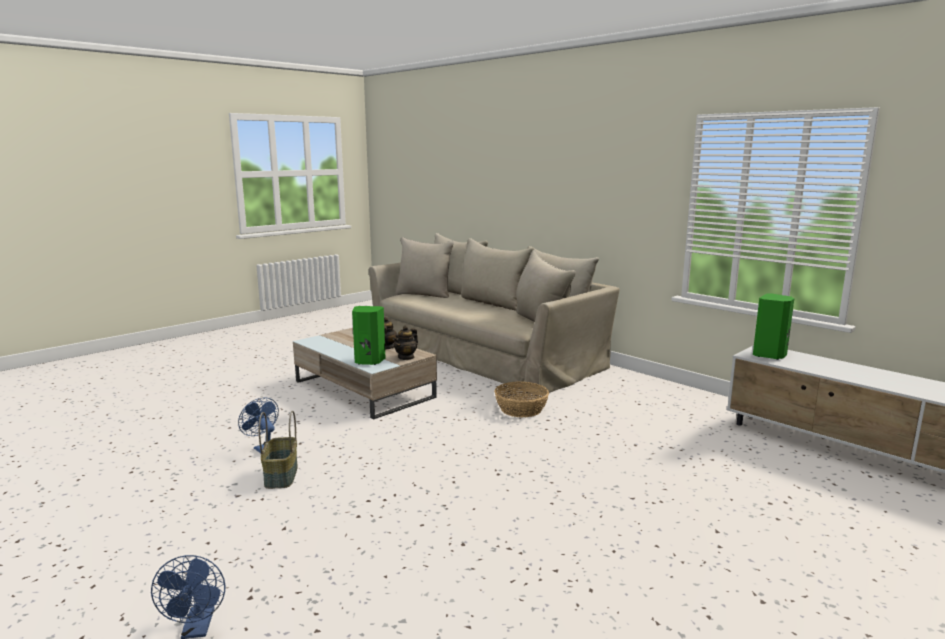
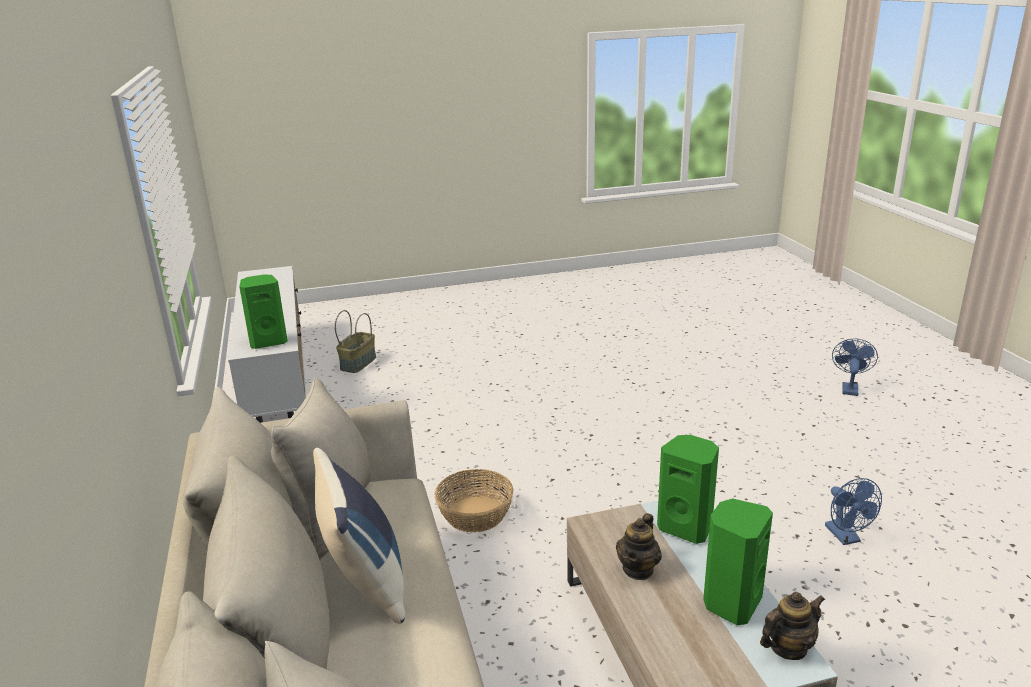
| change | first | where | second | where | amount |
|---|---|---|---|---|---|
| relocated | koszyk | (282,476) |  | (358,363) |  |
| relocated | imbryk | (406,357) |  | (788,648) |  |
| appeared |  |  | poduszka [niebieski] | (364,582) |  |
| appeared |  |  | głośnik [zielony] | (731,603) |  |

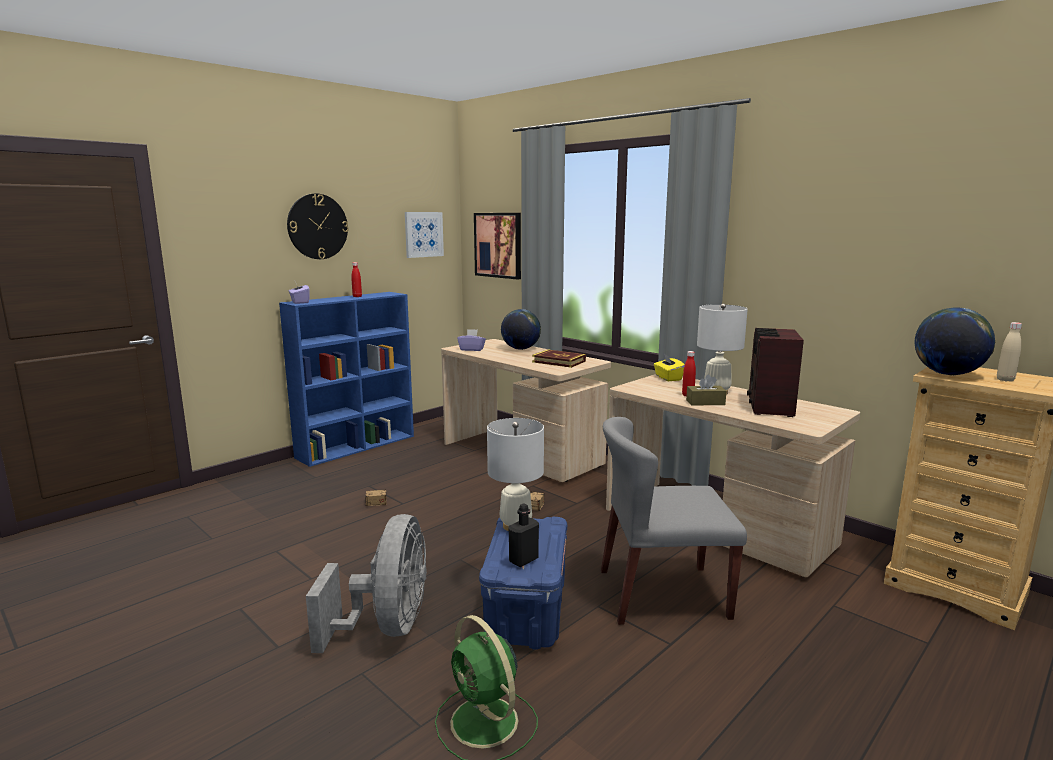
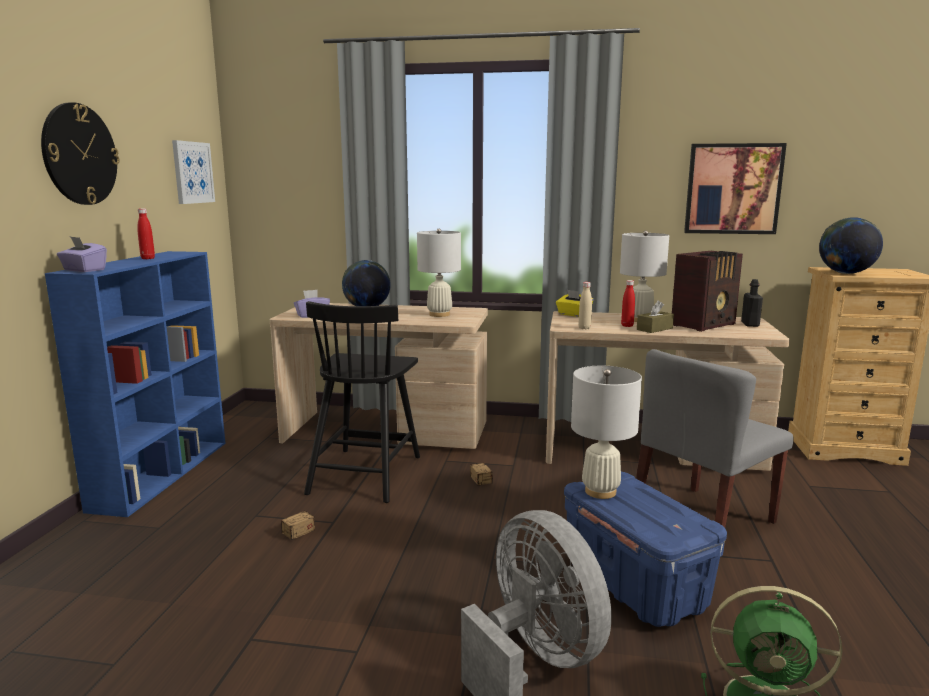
| change | first | where | second | where | amount |
|---|---|---|---|---|---|
| relocated | obraz | (498,245) |  | (733,189) |  |
| relocated | butelka [czarny] | (523,560) |  | (750,324) |  |
| exchanged | książka | (559,361) | lampa stołowa [biały] | (439,314) |  |
| spun | radio | (769,407) |  | (705,325) | 105 degrees counterclockwise |
| relocated | butelka [beżowy] | (1005,380) |  | (584,328) |  |
| appeared |  |  | krzesło [czarny] | (365,473) |  |

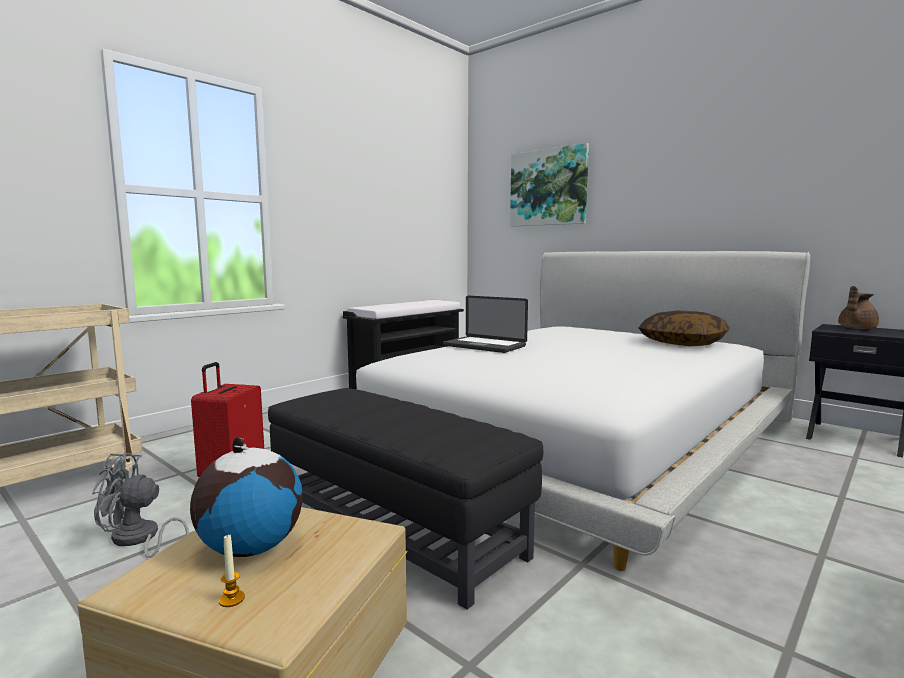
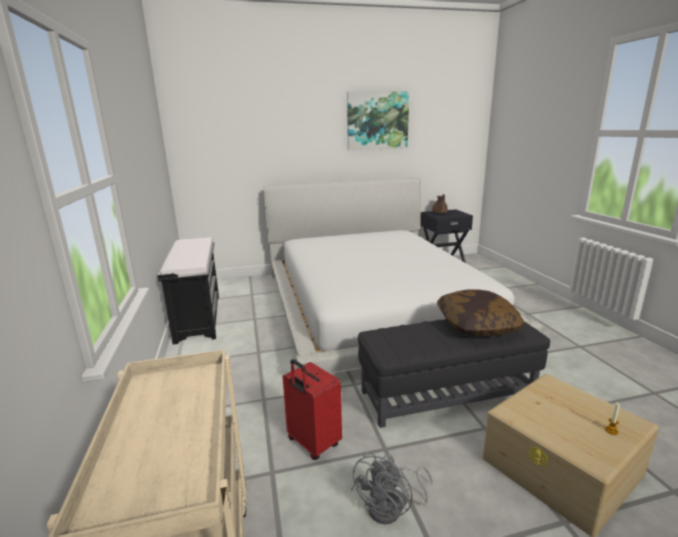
| change | first | where | second | where | amount |
|---|---|---|---|---|---|
| missing | globus | (250,548) |  |  |  |
| missing | laptop | (484,346) |  |  |  |
| relocated | obraz | (548,187) |  | (377,121) |  |
| relocated | poduszka | (682,343) |  | (476,325) |  |

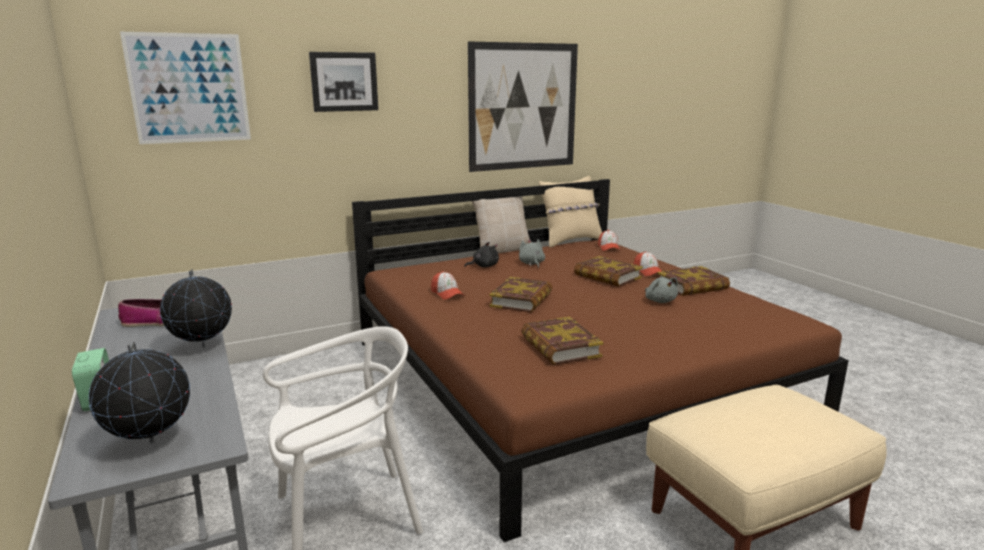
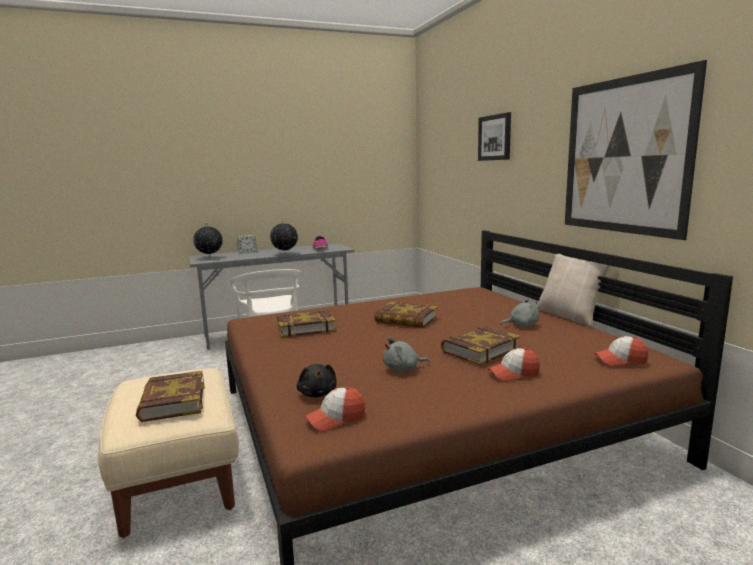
| change | first | where | second | where | amount |
|---|---|---|---|---|---|
| missing | obraz | (189,88) |  |  |  |
| relocated | czapka z daszkiem | (447,294) |  | (336,419) |  |
| relocated | pluszak [czarny] | (484,266) |  | (317,393) |  |
| missing | poduszka [beżowy] | (570,241) |  |  |  |
| relocated | książka | (692,286) |  | (172,402) |  |

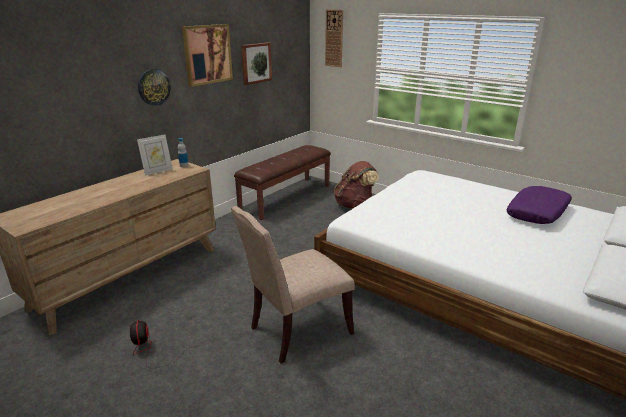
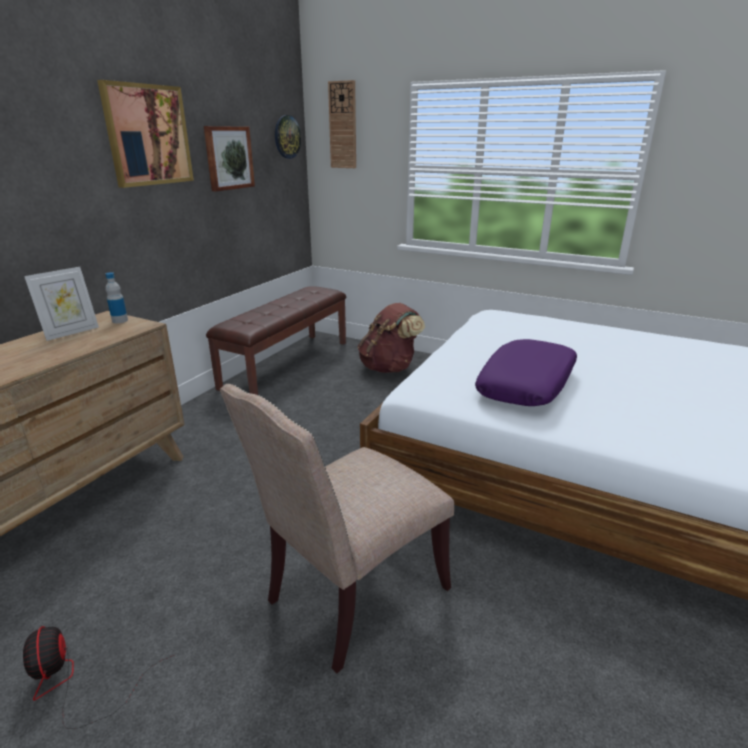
| change | first | where | second | where | amount |
|---|---|---|---|---|---|
| relocated | zegar ścienny | (153,87) |  | (287,137) |  |
| relocated | poduszka [fioletowy] | (538,213) |  | (527,384) |  |

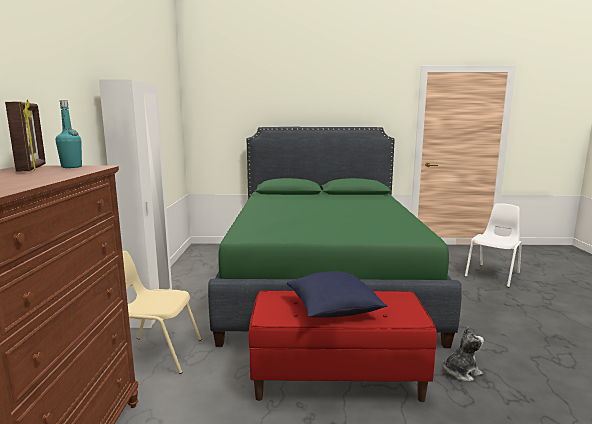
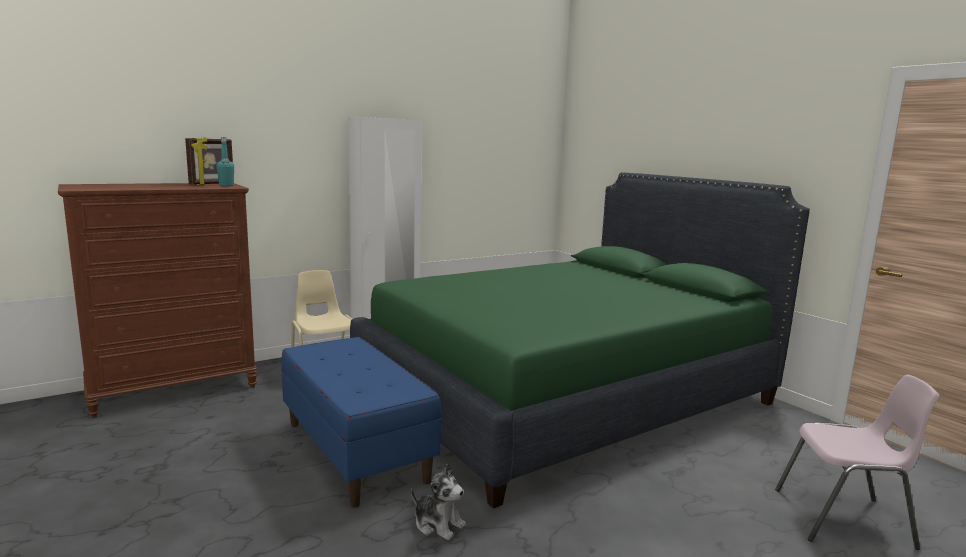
| change | first | where | second | where | amount |
|---|---|---|---|---|---|
| colour | ławka [czerwony] | (337,378) | ławka [niebieski] | (356,451) |  |
| missing | poduszka [niebieski] | (333,310) |  |  |  |
| colour | krzesło [biały] | (493,275) | krzesło [różowy] | (845,519) |  |

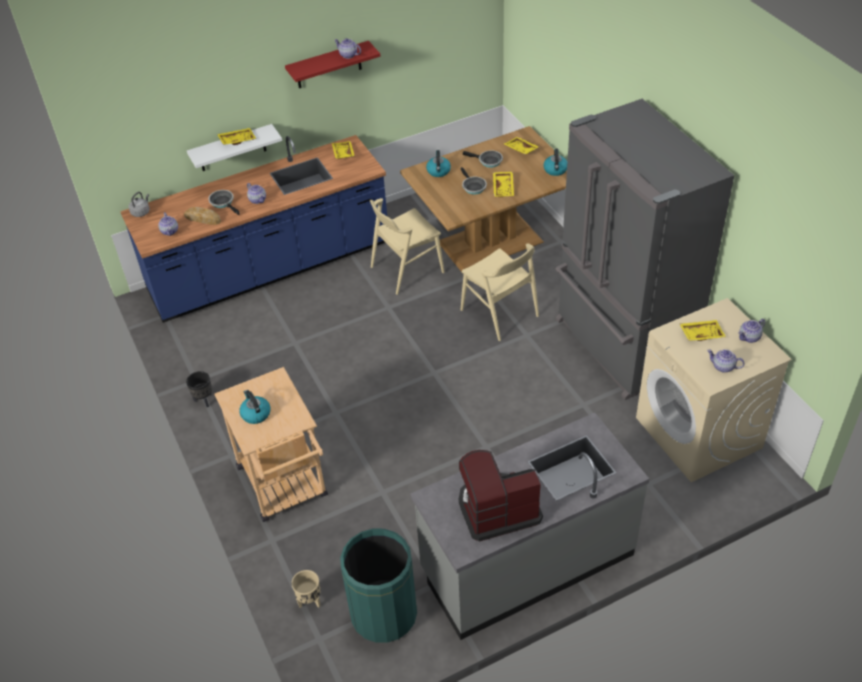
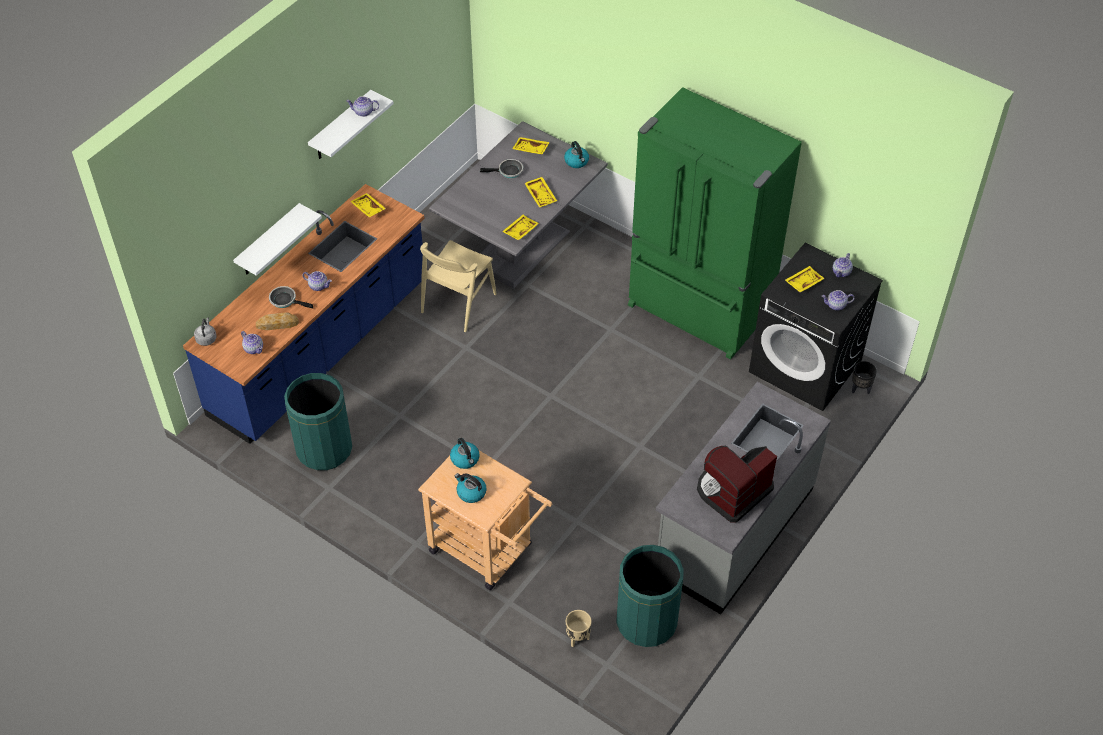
| change | first | where | second | where | amount |
|---|---|---|---|---|---|
| relocated | donica [czarny] | (204,401) |  | (860,389) |  |
| relocated | taca [żółty] | (237,140) |  | (520,230) |  |
| colour | półka [czerwony] | (328,65) | półka [biały] | (341,127) |  |
| colour | stół jadalny [brązowy] | (491,242) | stół jadalny [szary] | (521,248) |  |
| relocated | czajnik | (438,171) |  | (465,459) |  |
| missing | patelnia | (473,187) |  |  |  |
| missing | krzesło [beżowy] | (499,313) |  |  |  |
| colour | lodówka [szary] | (620,346) | lodówka [zielony] | (698,310) |  |
| colour | pralka [beżowy] | (699,433) | pralka [czarny] | (806,366) |  |
| appeared |  |  | kosz na śmieci [zielony] | (324,449) |  |

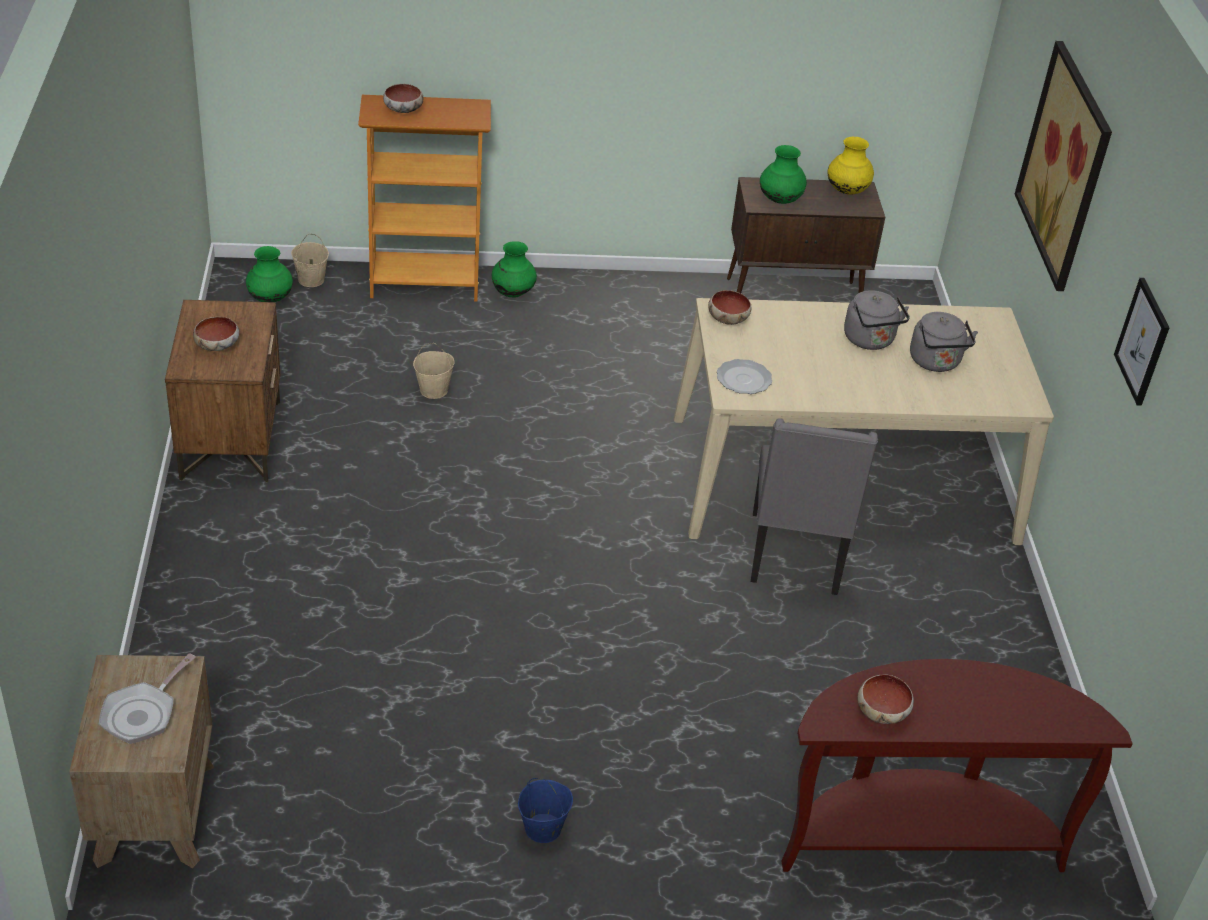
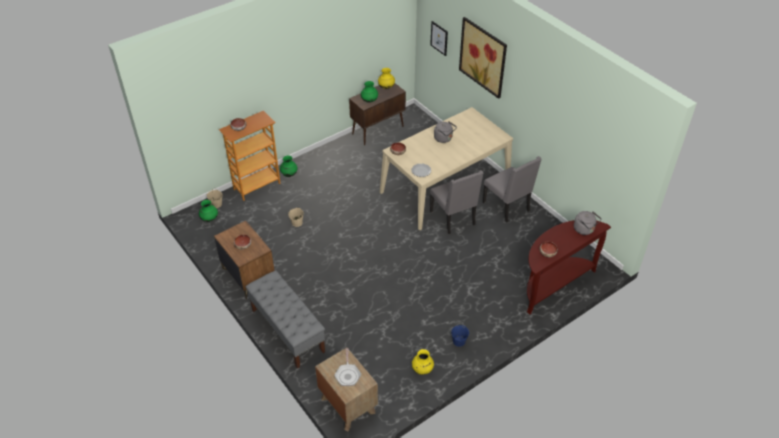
| change | first | where | second | where | amount |
|---|---|---|---|---|---|
| relocated | czajnik [szary] | (936,362) |  | (585,230) |  |
| relocated | obraz | (1143,341) |  | (439,38) |  |
| appeared |  |  | ławka [szary] | (287,330) |  |
| appeared |  |  | wazon [żółty] | (422,369) |  |
| appeared |  |  | krzesło [szary] | (507,207) |  |

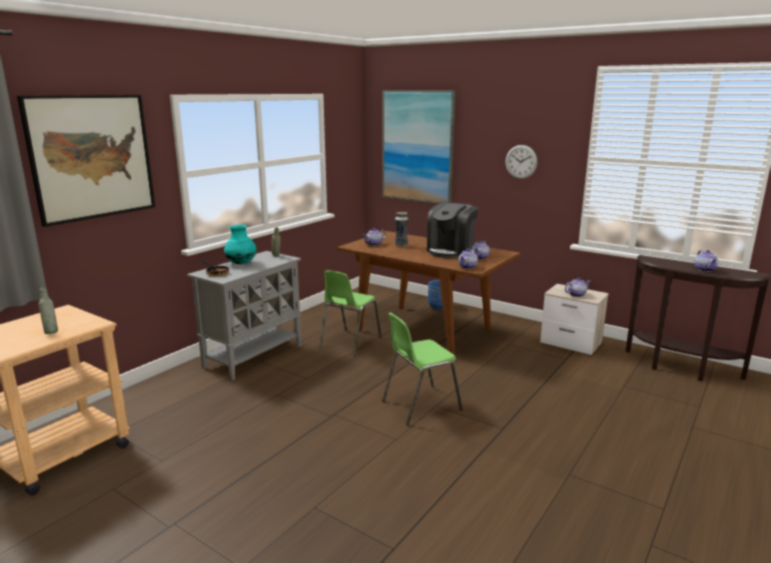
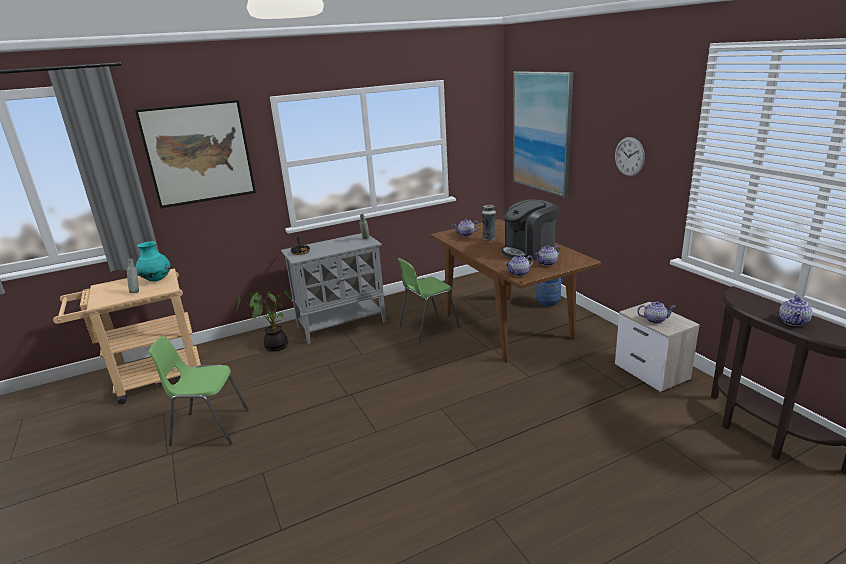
| change | first | where | second | where | amount |
|---|---|---|---|---|---|
| relocated | wazon [turkusowy] | (241,263) |  | (157,280) |  |
| relocated | krzesło [zielony] | (420,405) |  | (209,427) |  |
| appeared |  |  | roślina doniczkowa | (275,345) |  |

